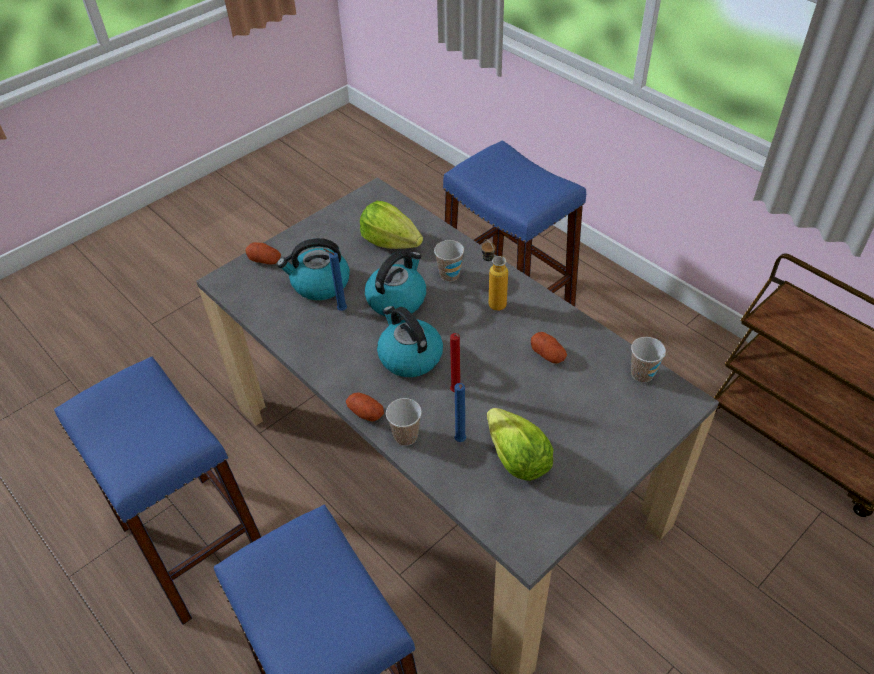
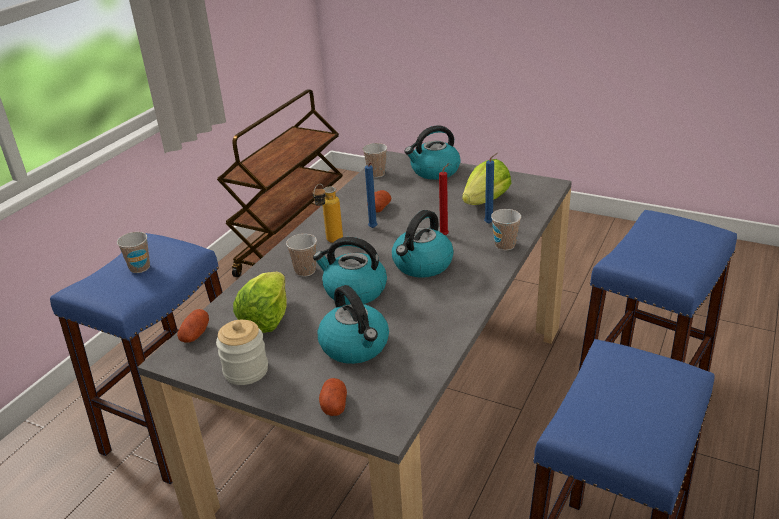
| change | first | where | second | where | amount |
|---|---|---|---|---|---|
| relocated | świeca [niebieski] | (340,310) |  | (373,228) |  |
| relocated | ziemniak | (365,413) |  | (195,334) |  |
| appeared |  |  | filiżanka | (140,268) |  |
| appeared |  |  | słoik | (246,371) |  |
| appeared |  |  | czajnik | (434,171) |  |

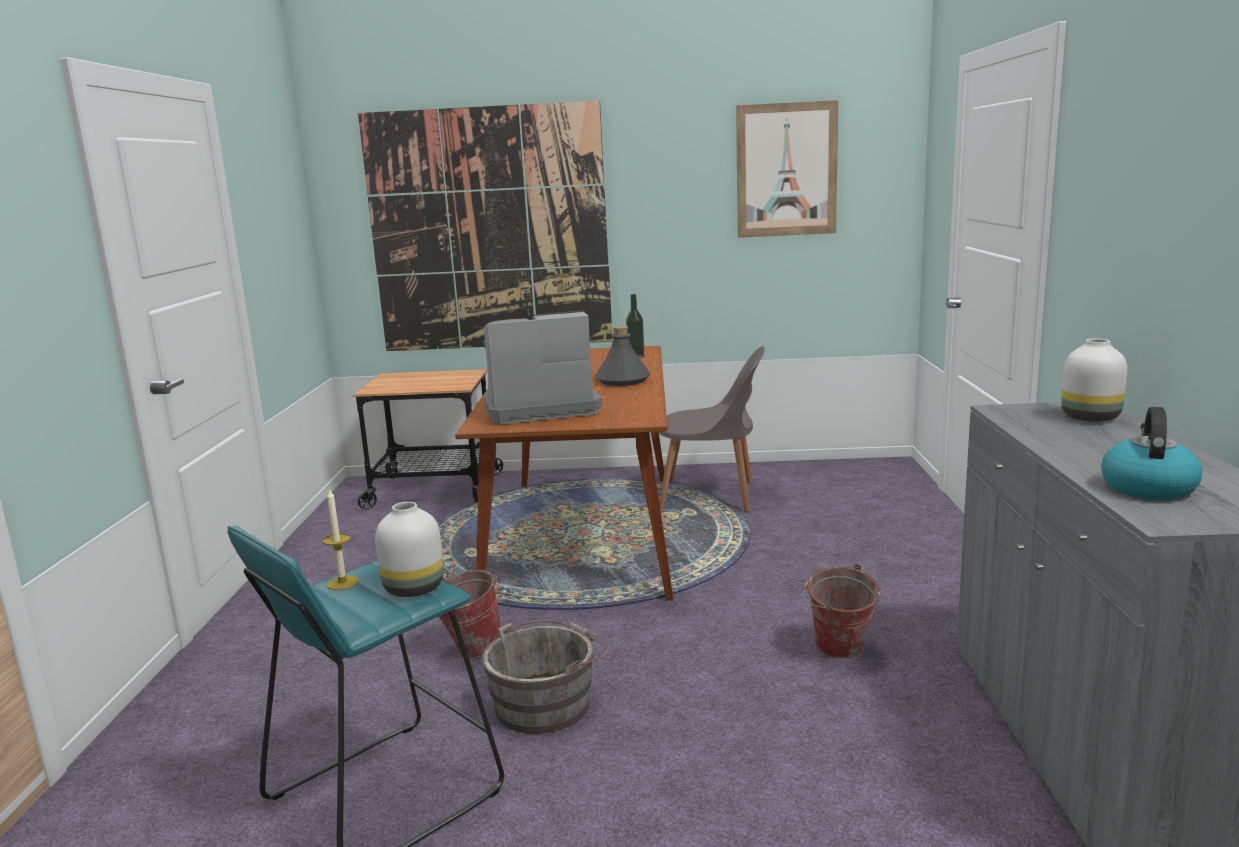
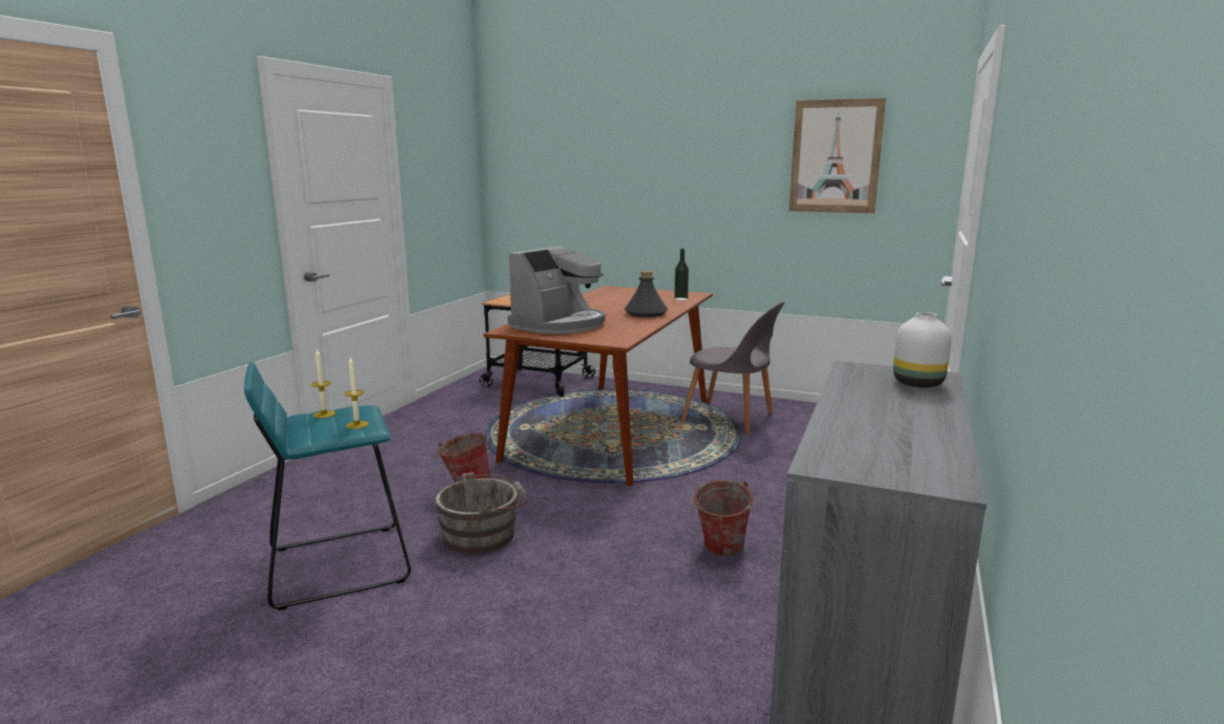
| change | first | where | second | where | amount |
|---|---|---|---|---|---|
| missing | obraz | (489,230) |  |  |  |
| exchanged | wazon [biały] | (413,588) | świeca | (357,425) |  |
| spun | ekspres do kawy | (539,409) |  | (560,325) | 120 degrees clockwise |
| missing | czajnik | (1147,487) |  |  |  |

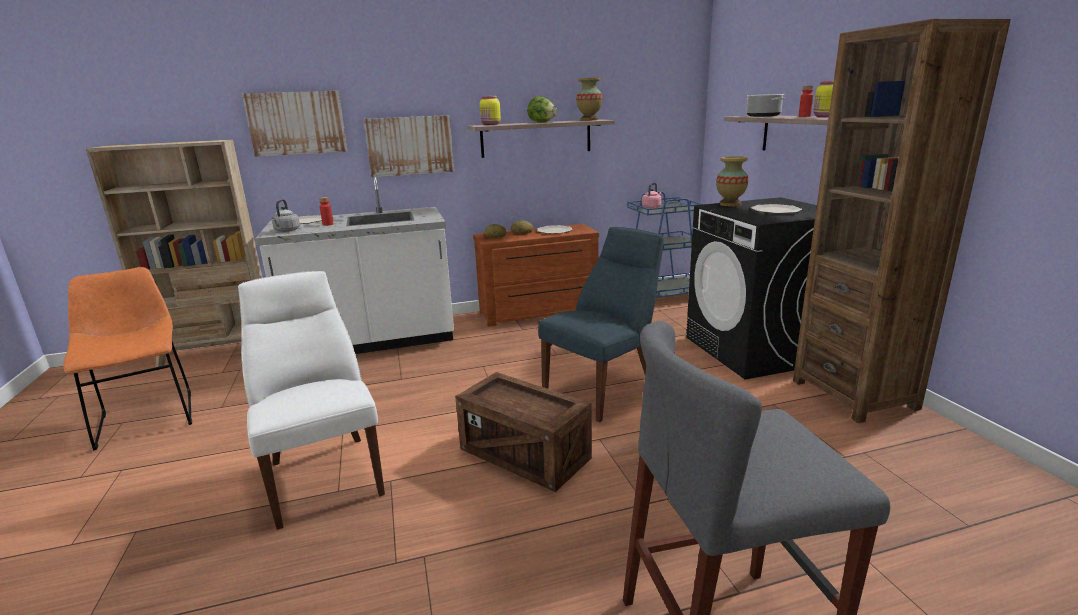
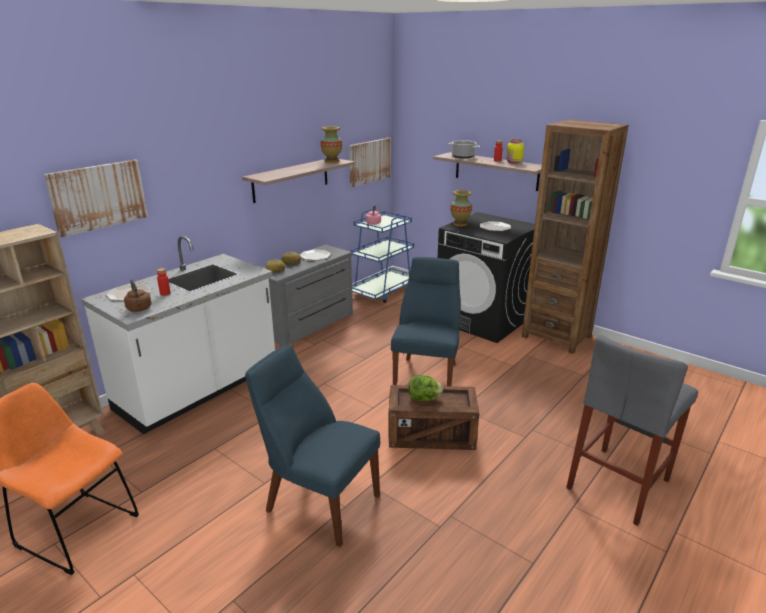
| change | first | where | second | where | amount |
|---|---|---|---|---|---|
| colour | krzesło [biały] | (324,474) | krzesło [niebieski] | (318,501) |  |
| colour | czajnik [szary] | (286,231) | czajnik [brązowy] | (139,309) |  |
| relocated | obraz | (410,145) |  | (369,161) |  |
| colour | komoda [brązowy] | (539,312) | komoda [szary] | (309,326) |  |
| missing | słoik [żółty] | (490,124) |  |  |  |
| relocated | sałata | (542,122) |  | (424,399) |  |

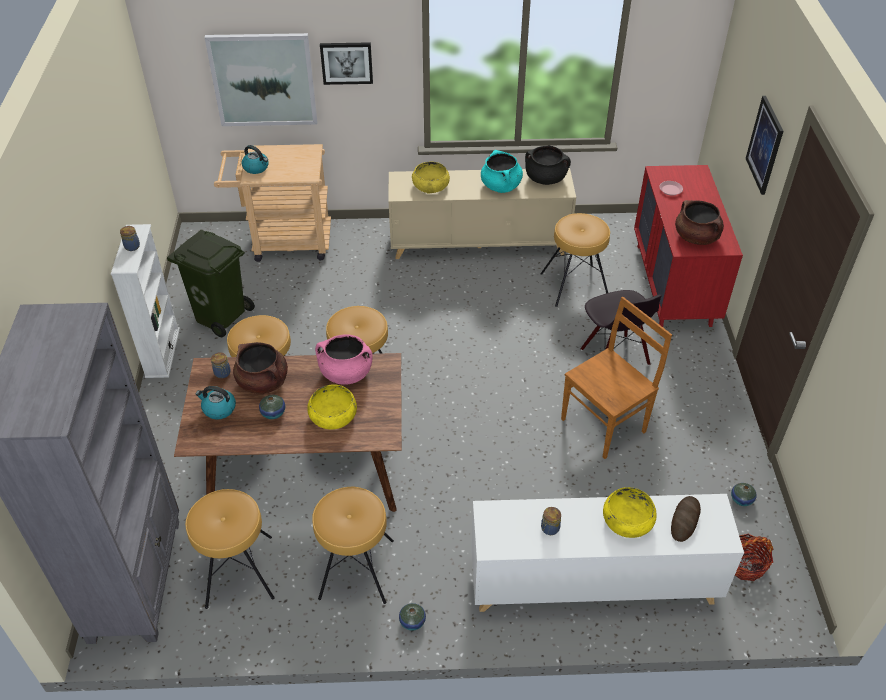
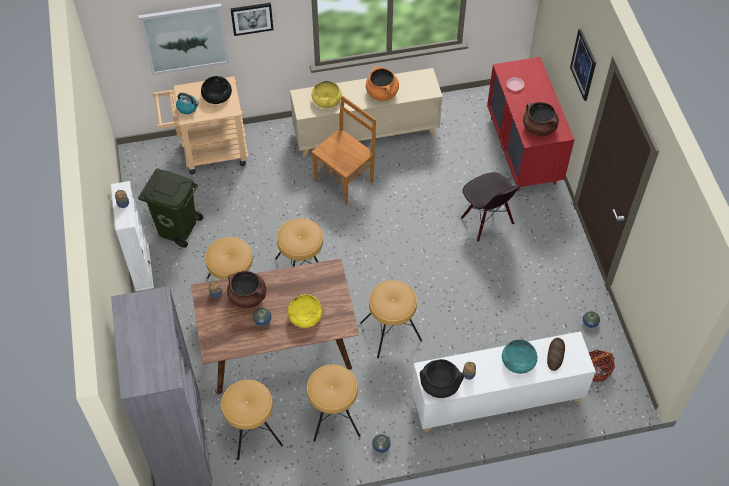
| change | first | where | second | where | amount |
|---|---|---|---|---|---|
| missing | czajnik | (218,409) |  |  |  |
| missing | garnek [różowy] | (346,373) |  |  |  |
| colour | garnek [turkusowy] | (501,186) | garnek [pomarańczowy] | (382,93) |  |
| relocated | garnek [czarny] | (545,179) |  | (440,384) |  |
| relocated | stołek [brązowy] | (574,285) |  | (391,332) |  |
| relocated | krzesło [brązowy] | (605,424) |  | (345,180) |  |
| colour | miska [żółty] | (627,520) | miska [turkusowy] | (518,361) |  |
| appeared |  |  | miska [czarny] | (217,95) |  |

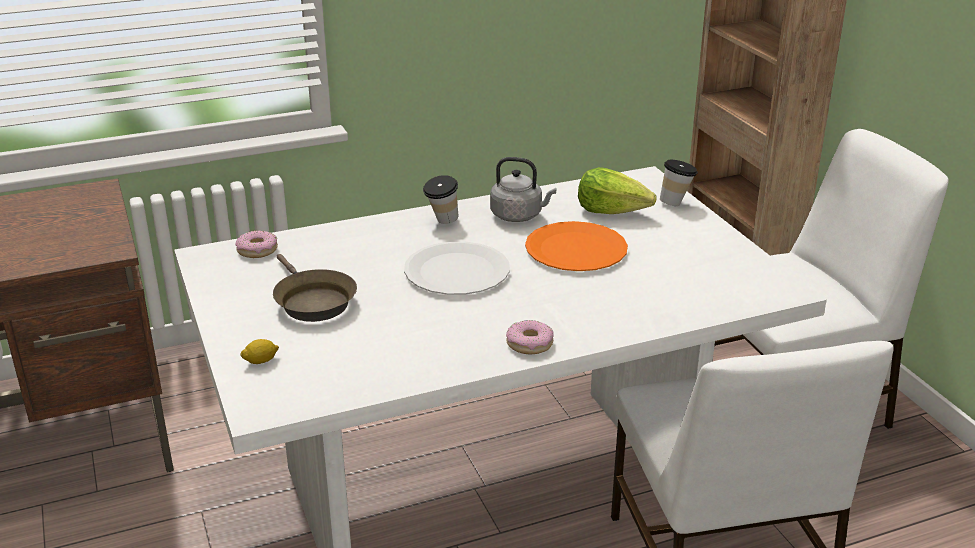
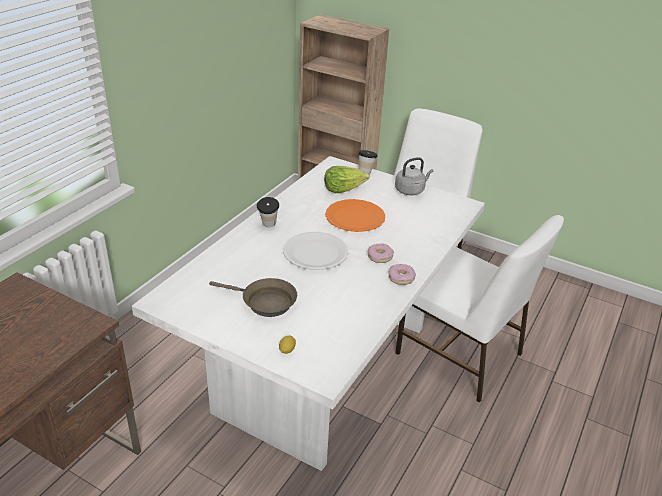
| change | first | where | second | where | amount |
|---|---|---|---|---|---|
| relocated | donut | (257,250) |  | (380,257) |  |
| relocated | czajnik [szary] | (519,216) |  | (411,190) |  |

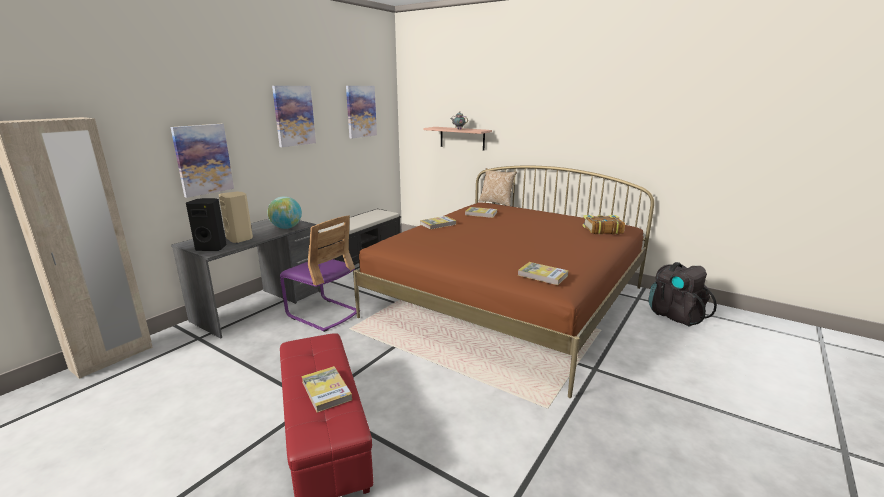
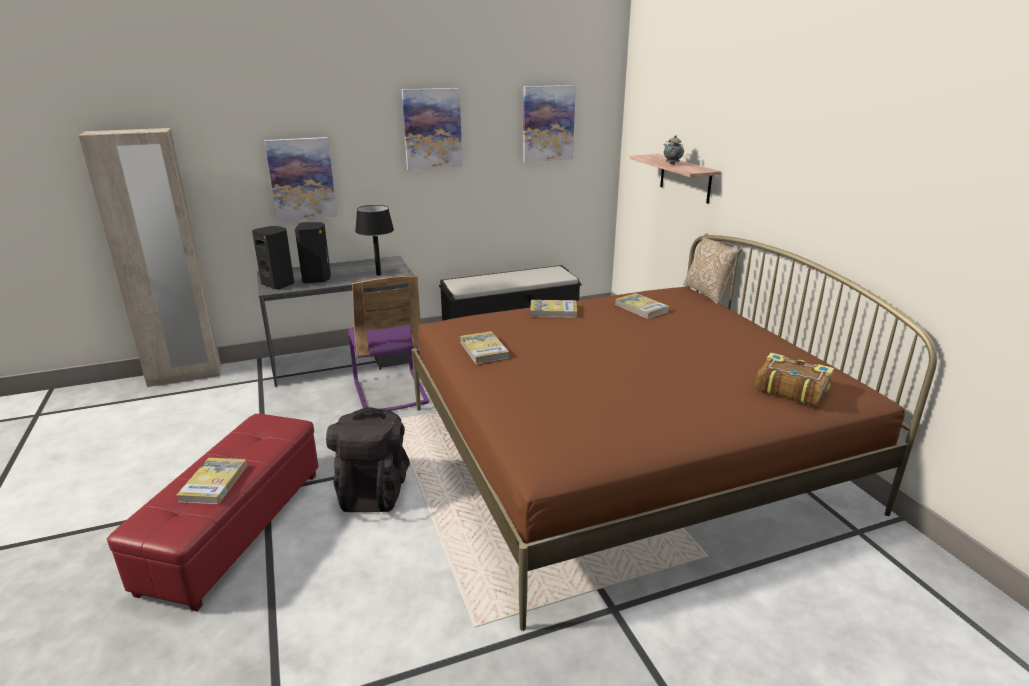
| change | first | where | second | where | amount |
|---|---|---|---|---|---|
| colour | głośnik [beżowy] | (240,239) | głośnik [czarny] | (317,279) |  |
| exchanged | globus | (286,228) | lampa stołowa [czarny] | (378,275) |  |
| relocated | książka | (542,275) |  | (484,350) |  |
| relocated | plecak [czarny] | (675,315) |  | (373,491) |  |

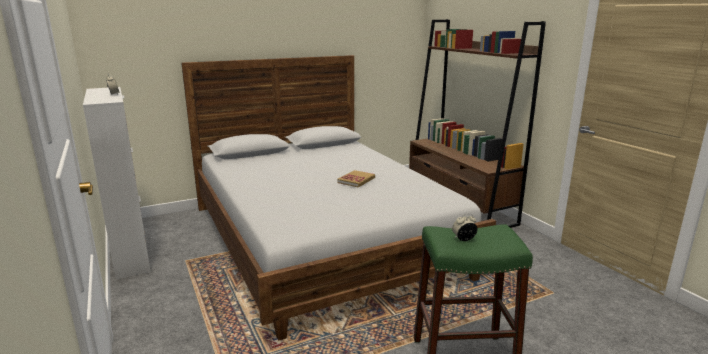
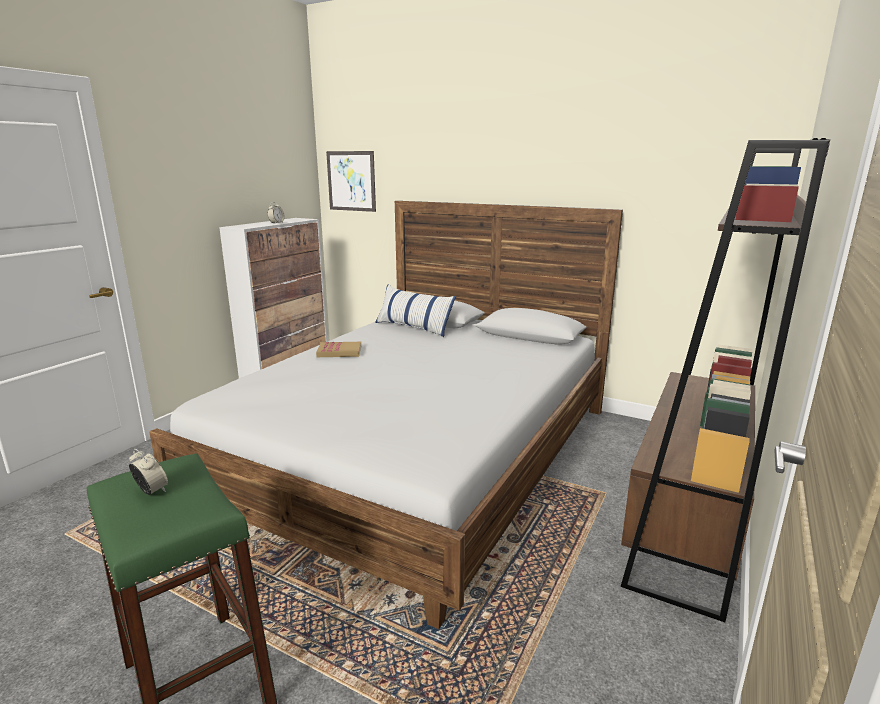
| change | first | where | second | where | amount |
|---|---|---|---|---|---|
| relocated | książka | (356,180) |  | (339,351) |  |
| appeared |  |  | obraz | (351,181) |  |
| appeared |  |  | poduszka | (414,327) |  |

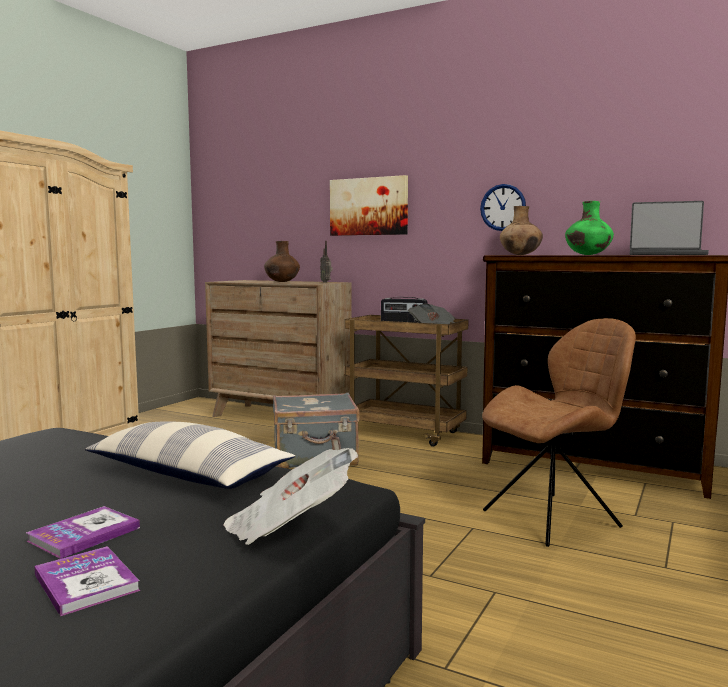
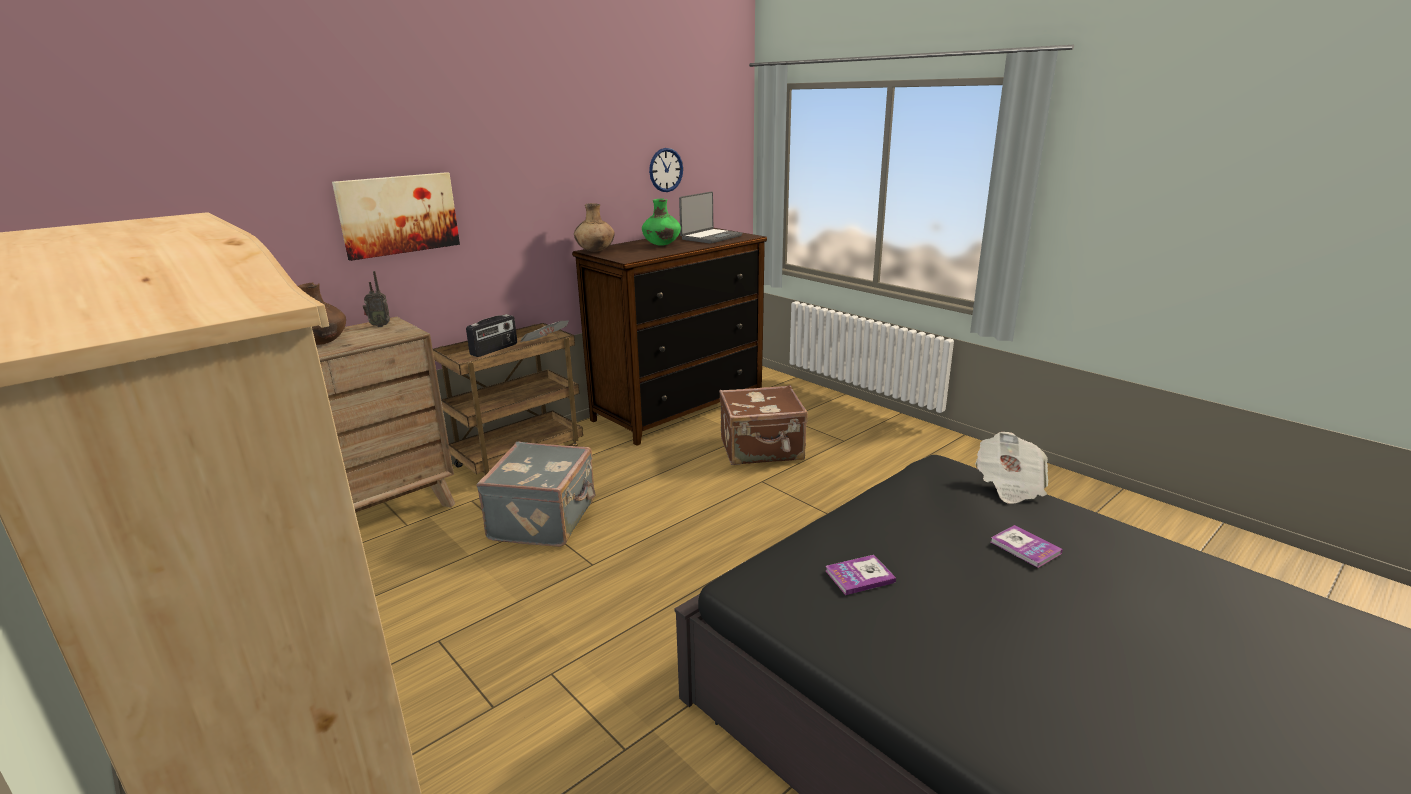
| change | first | where | second | where | amount |
|---|---|---|---|---|---|
| relocated | książka | (86,582) |  | (859,576) |  |
| missing | poduszka | (187,475) |  |  |  |
| relocated | zegar ścienny | (503,207) |  | (666,170) |  |
| exchanged | krzesło [brązowy] | (554,518) | walizka [brązowy] | (762,450) |  |

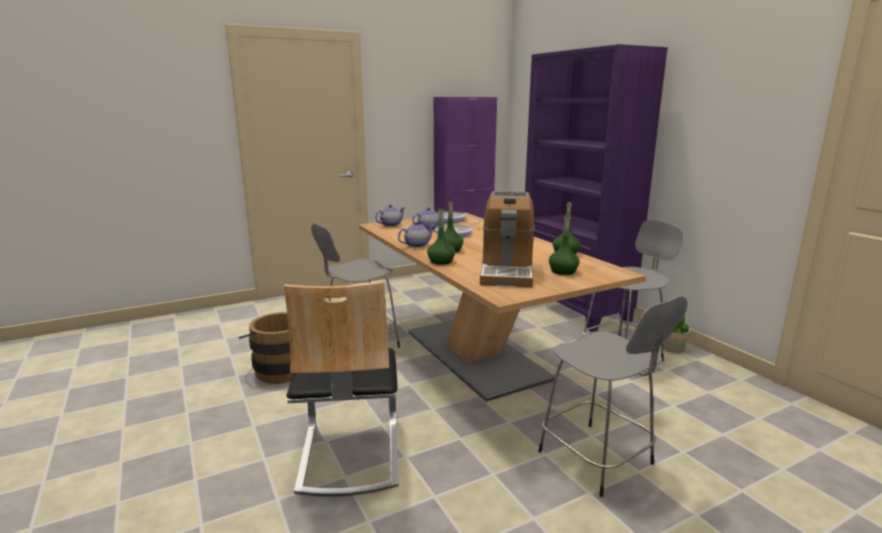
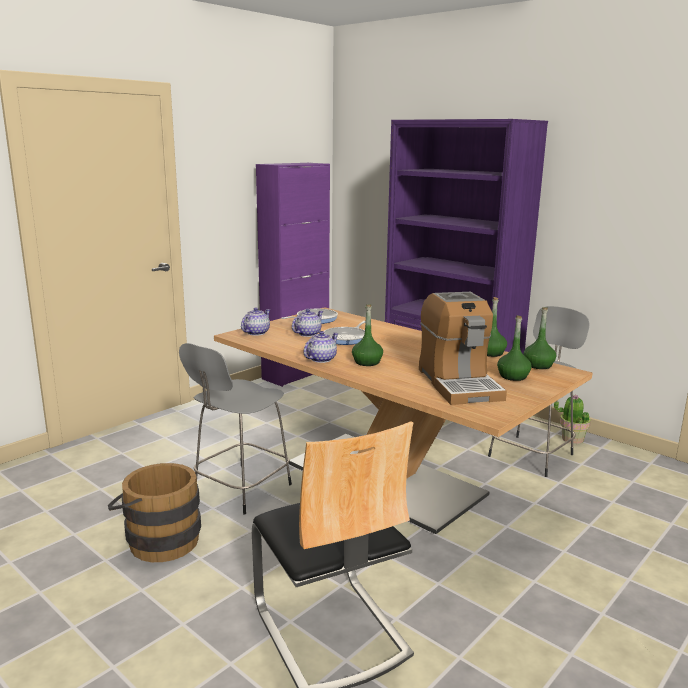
| change | first | where | second | where | amount |
|---|---|---|---|---|---|
| relocated | butelka [zielony] | (441,261) |  | (538,365) |  |
| missing | stołek [szary] | (598,460) |  |  |  |

